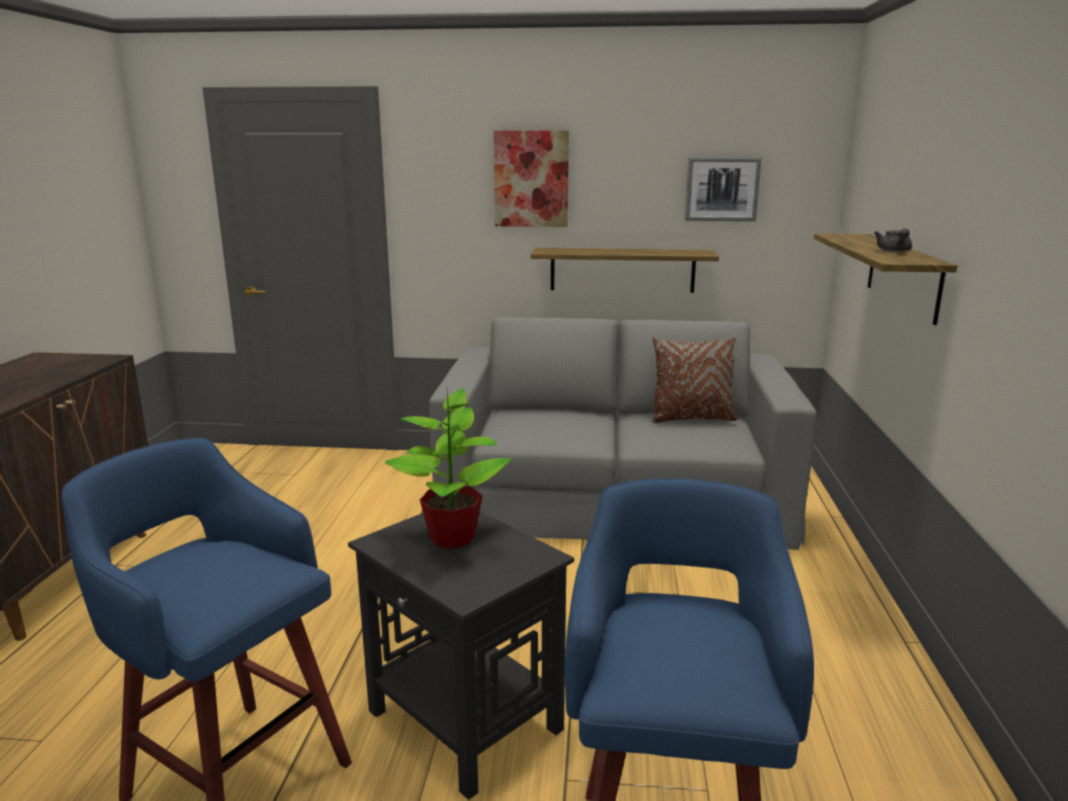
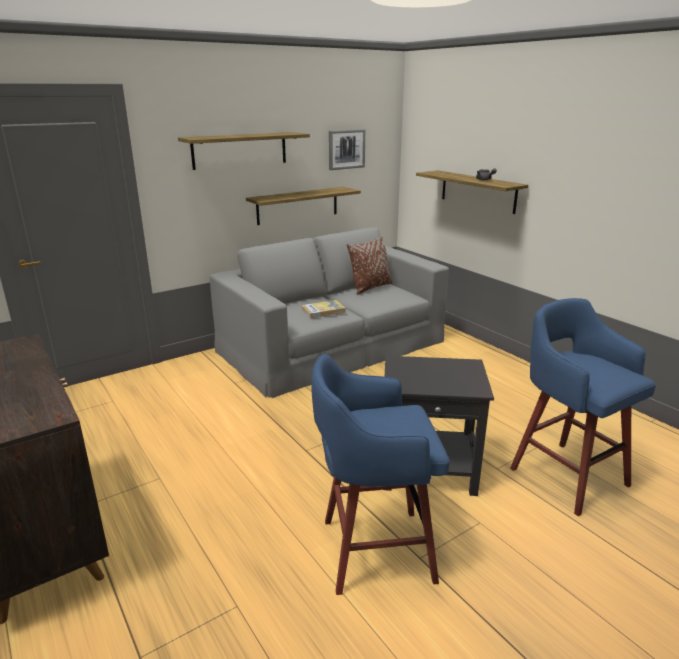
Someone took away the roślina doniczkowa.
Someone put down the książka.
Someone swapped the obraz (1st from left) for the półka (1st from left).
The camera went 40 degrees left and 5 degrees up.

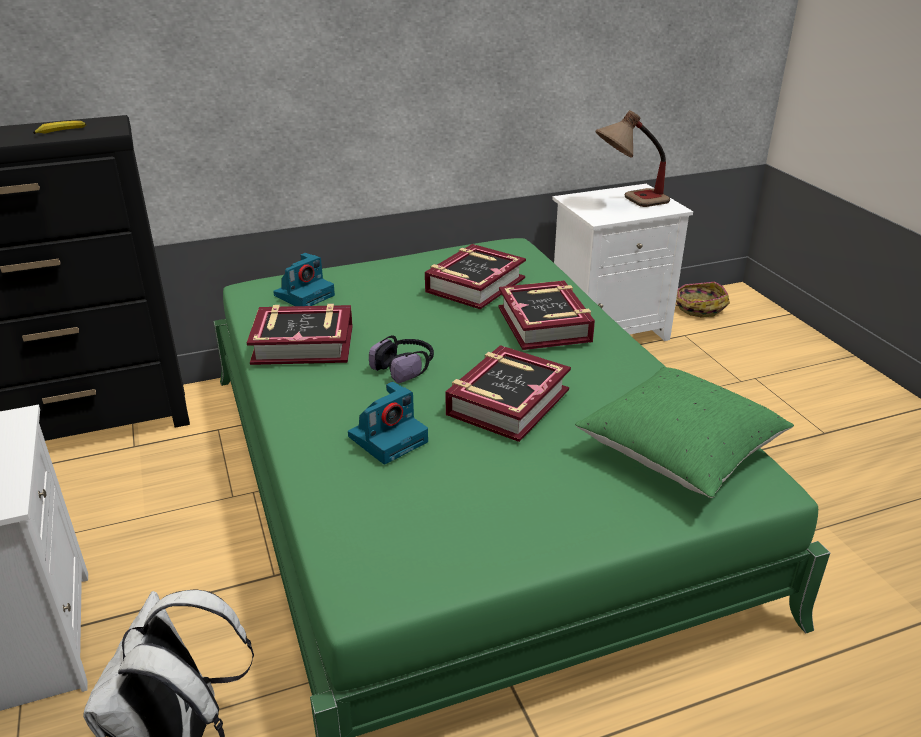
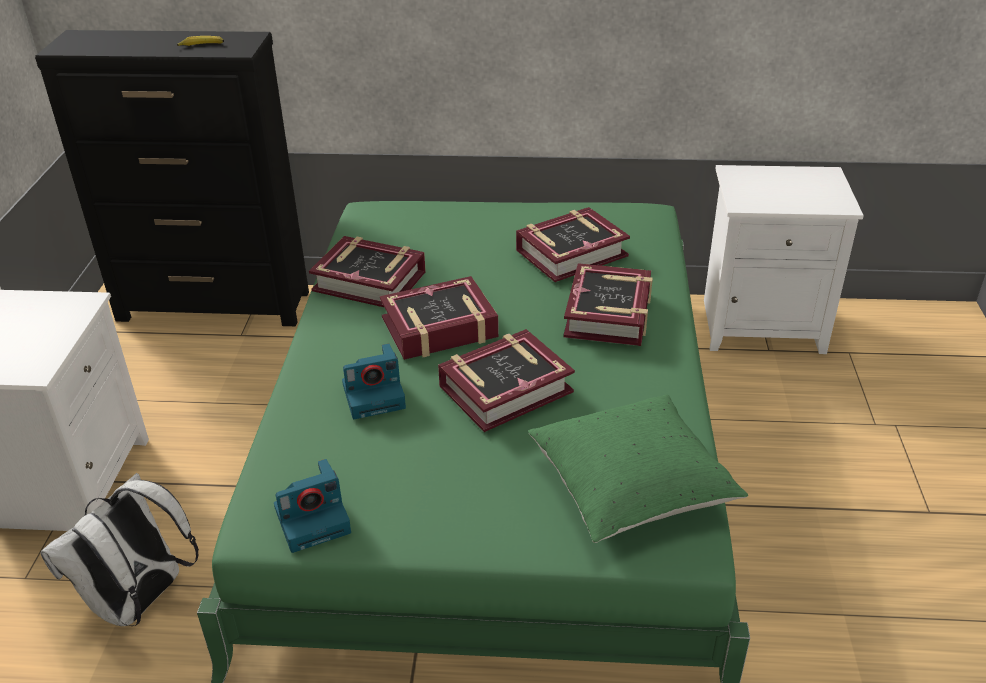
Someone took away the lampa stołowa.
Someone took away the koszyk.
Someone carried the aparat fotograficzny (1st from left).
Someone swapped the słuchawki for the książka (2nd from left).
The camera went 25 degrees right and 5 degrees up.

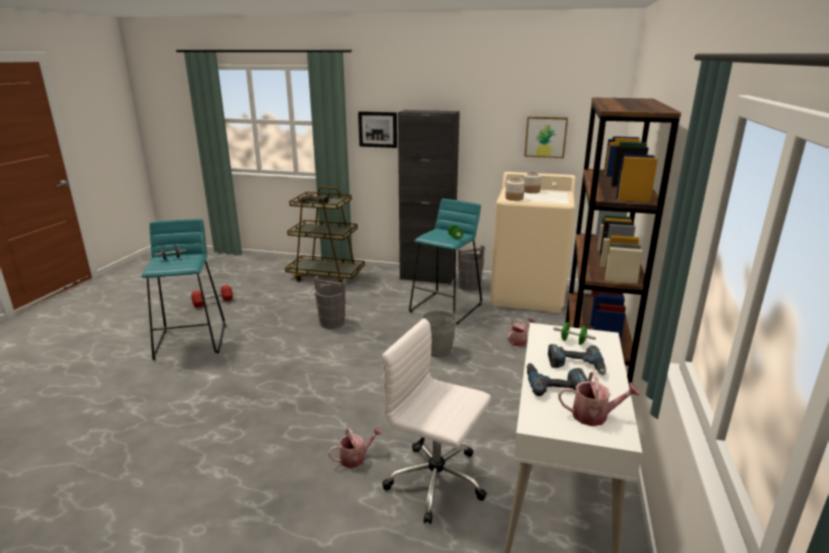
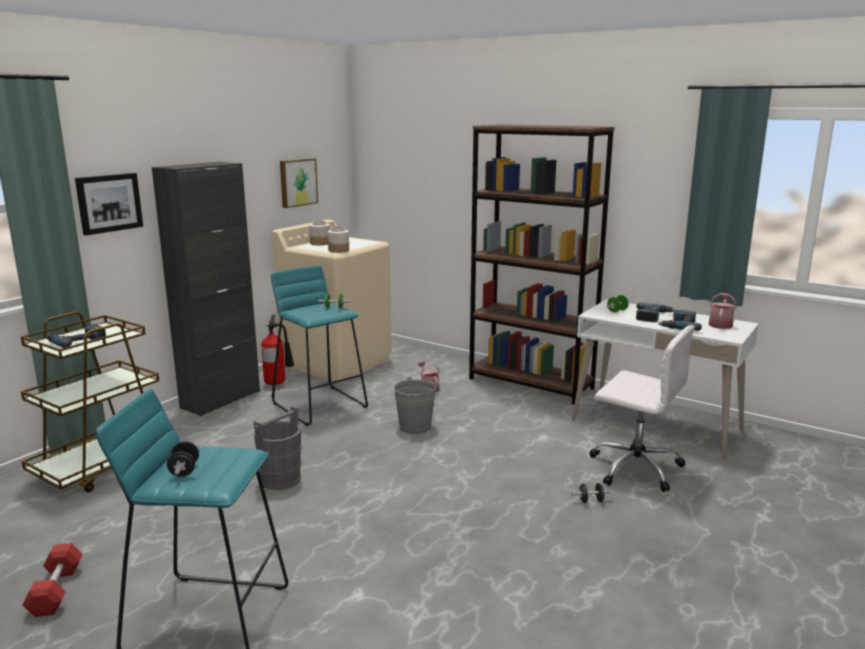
Someone swapped the konewka (1st from left) for the hantel (czarny) (2nd from left).
Someone swapped the wiadro (szary) (3rd from left) for the gaśnica.
Someone rotated the krzesło biurowe (biały) by 105 degrees counterclockwise.
The camera went 70 degrees left and 5 degrees down.

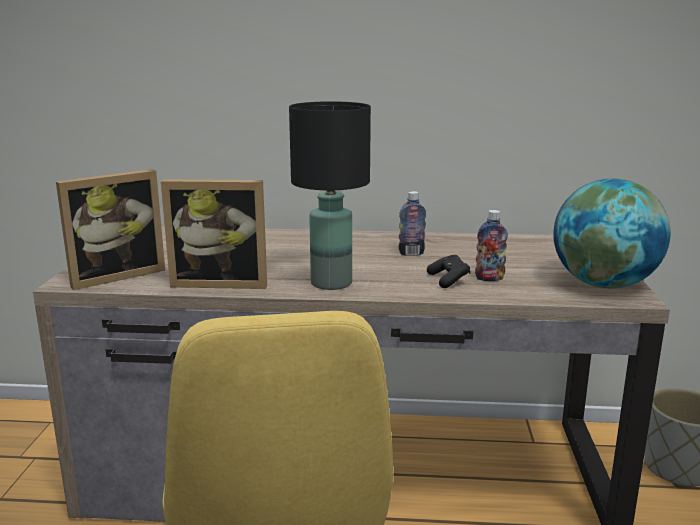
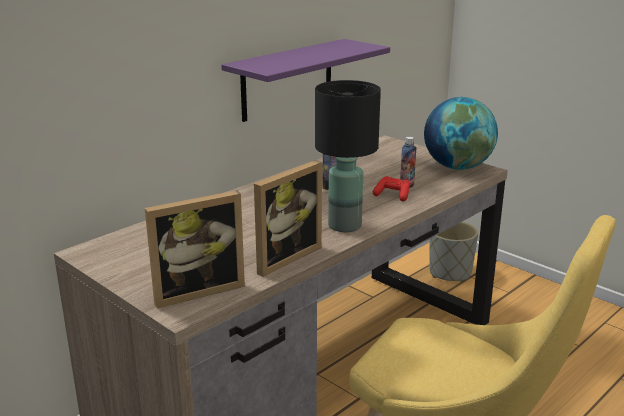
Someone put up the półka (fioletowy).
Someone repainted the pad do gier (czarny), which became the pad do gier (czerwony).
Someone rotated the ramka na zdjęcie (1st from left) by 60 degrees clockwise.
The camera went 50 degrees left and 5 degrees up.

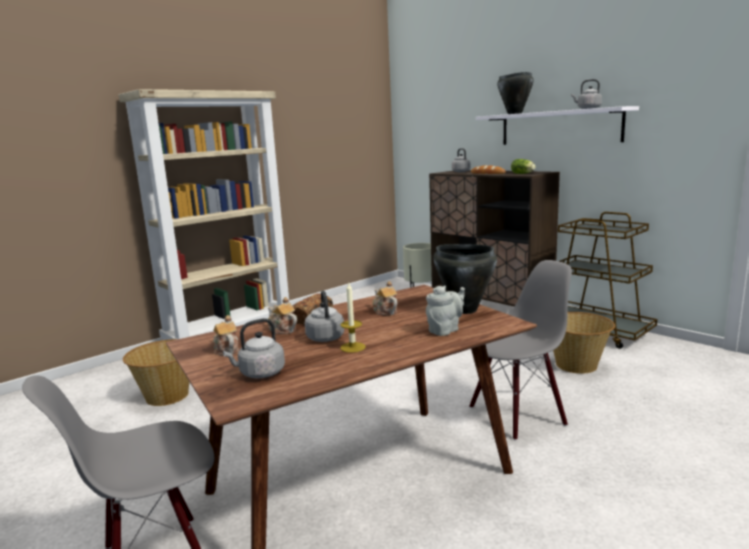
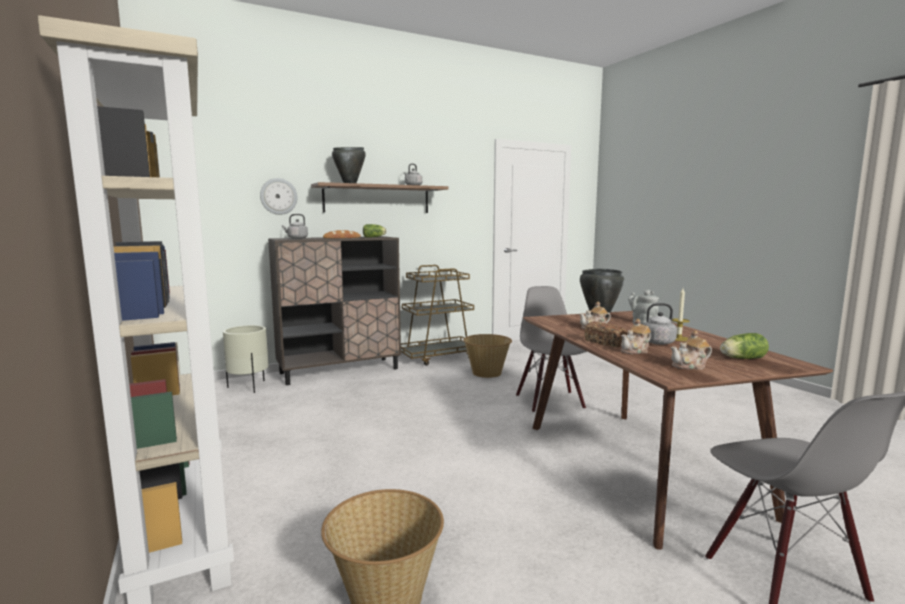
Someone put up the zegar ścienny.
Someone swapped the czajnik (szary) (1st from left) for the sałata (2nd from left).
Someone repainted the półka (biały), which became the półka (brązowy).
The camera went 75 degrees left and 5 degrees down.

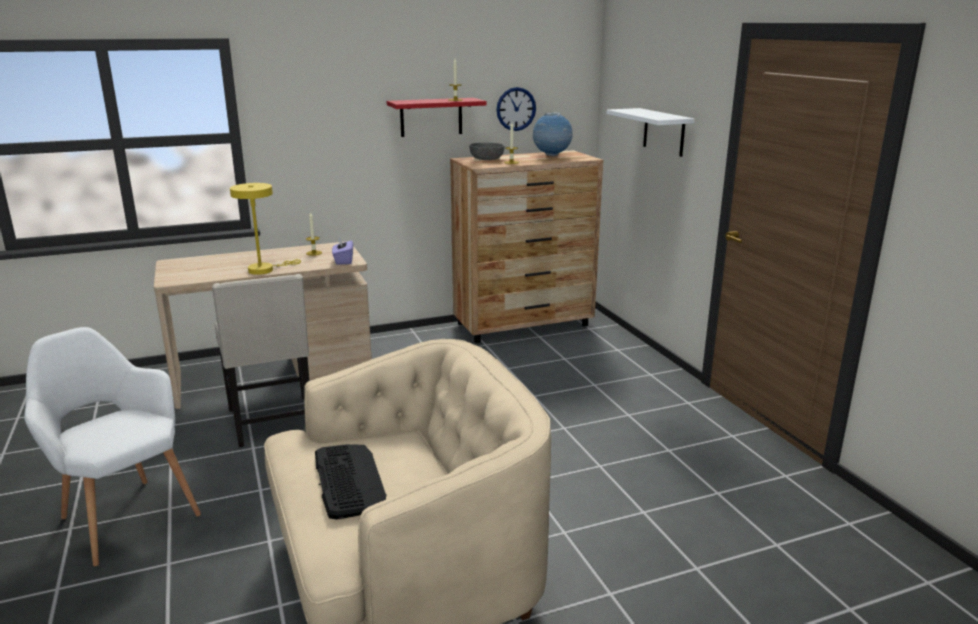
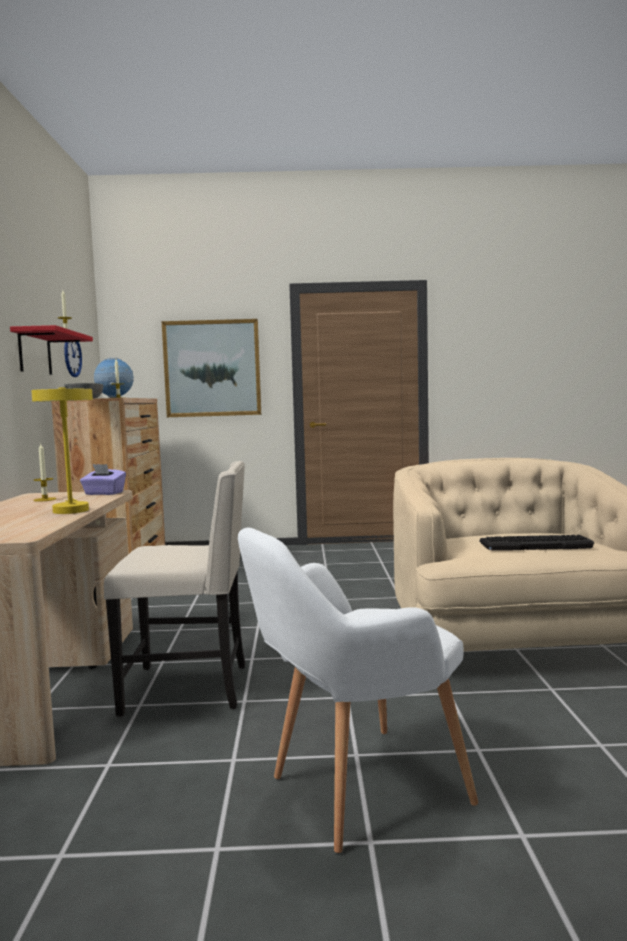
Someone swapped the półka (biały) for the obraz.
The camera went 70 degrees left and 15 degrees down.

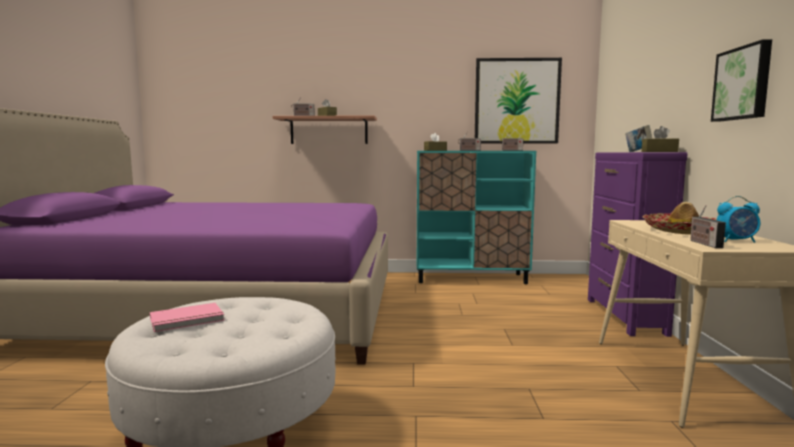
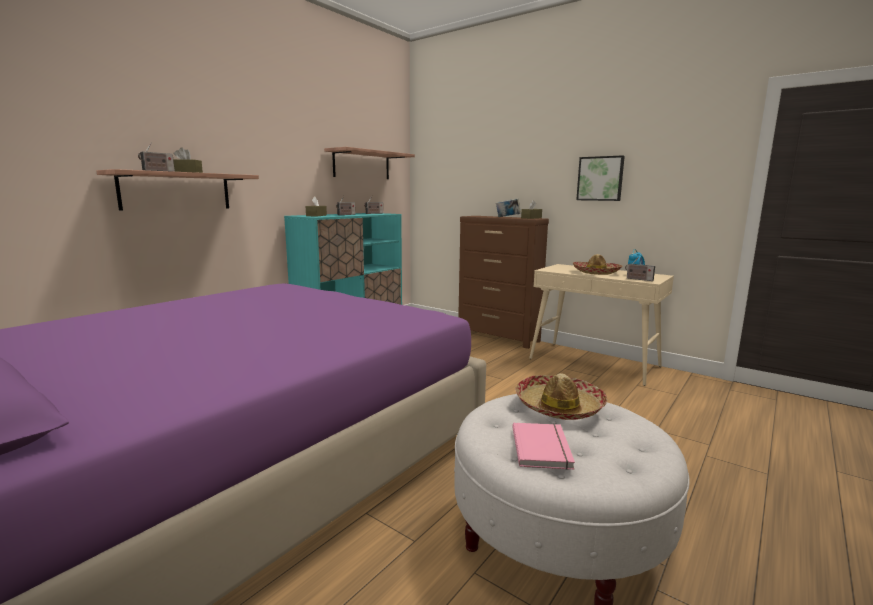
Someone put down the kapelusz (1st from left).
Someone swapped the obraz (1st from left) for the półka (2nd from left).
Someone repainted the komoda (fioletowy), which became the komoda (brązowy).
The camera went 55 degrees left and 5 degrees up.

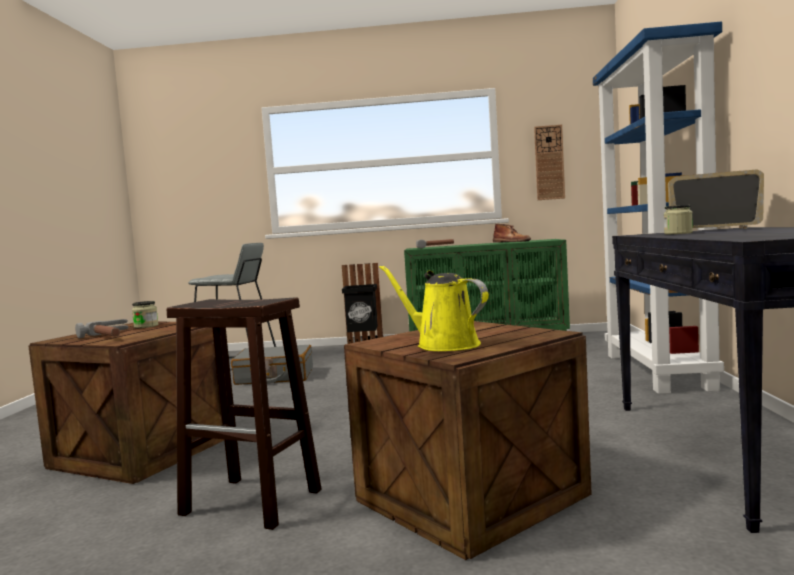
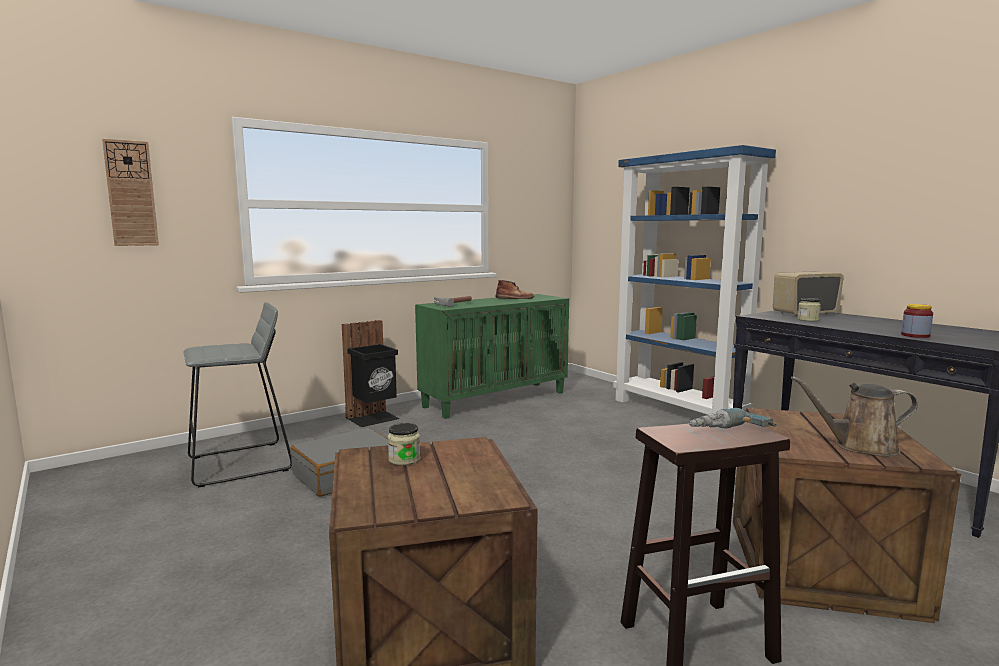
Someone took away the młotek (1st from left).
Someone put down the wiertarka.
Someone put down the słoik (3rd from left).
Someone carried the zegar ścienny.
Someone repainted the konewka (żółty), which became the konewka (brązowy).
The camera went 40 degrees left and 5 degrees up.

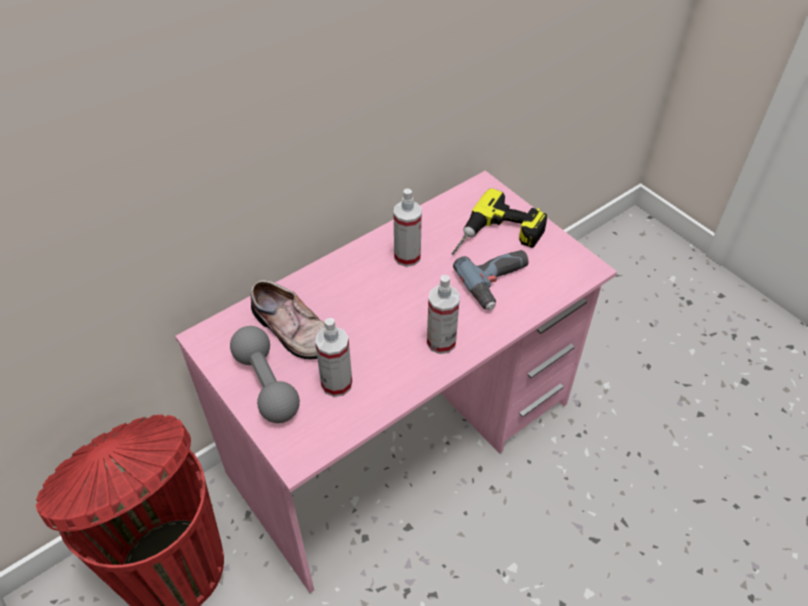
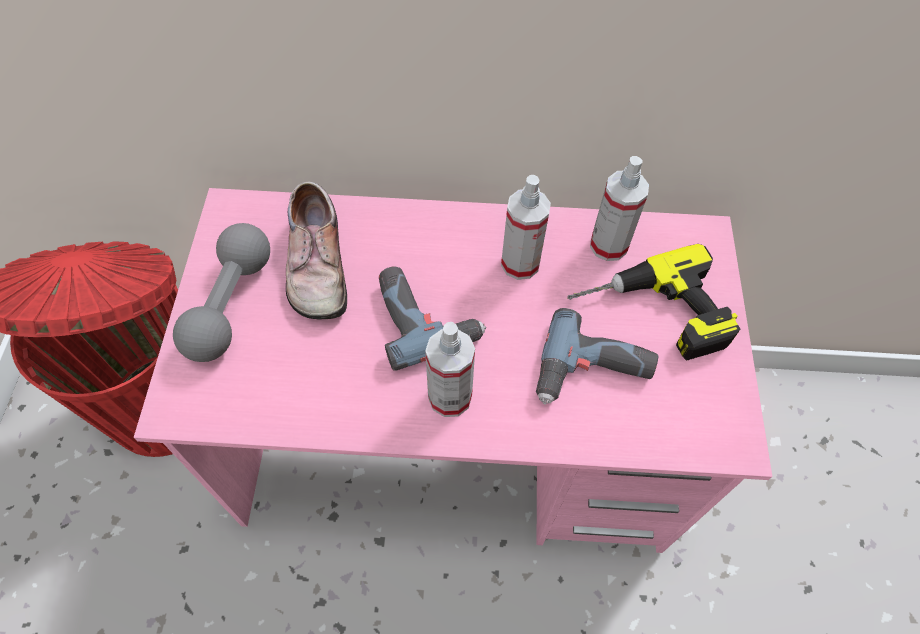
Someone put down the wiertarka (1st from left).
Someone carried the spryskiwacz (1st from left in the first image).
The camera went 40 degrees right and 10 degrees up.

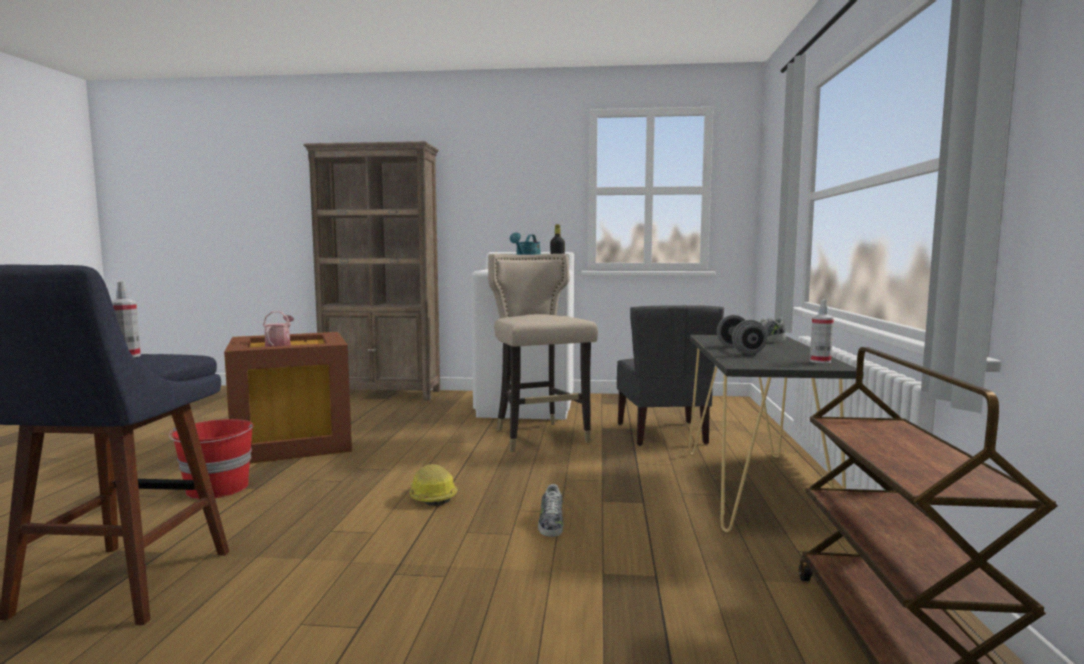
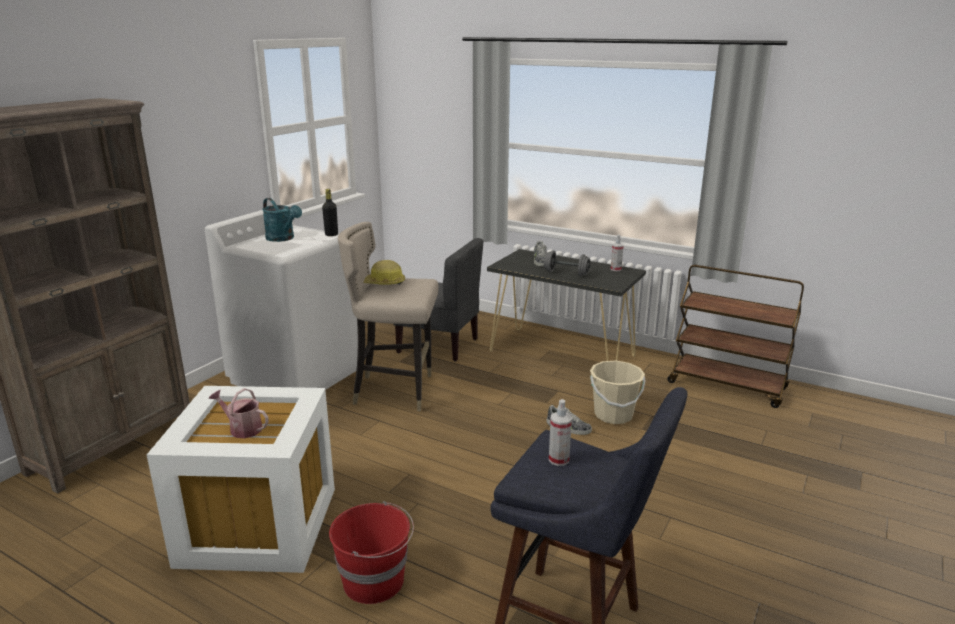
Someone put down the wiadro (beżowy).
Someone carried the kask.
Someone repainted the pojemnik do przechowywania (brązowy), which became the pojemnik do przechowywania (biały).
The camera went 65 degrees left and 15 degrees up.

